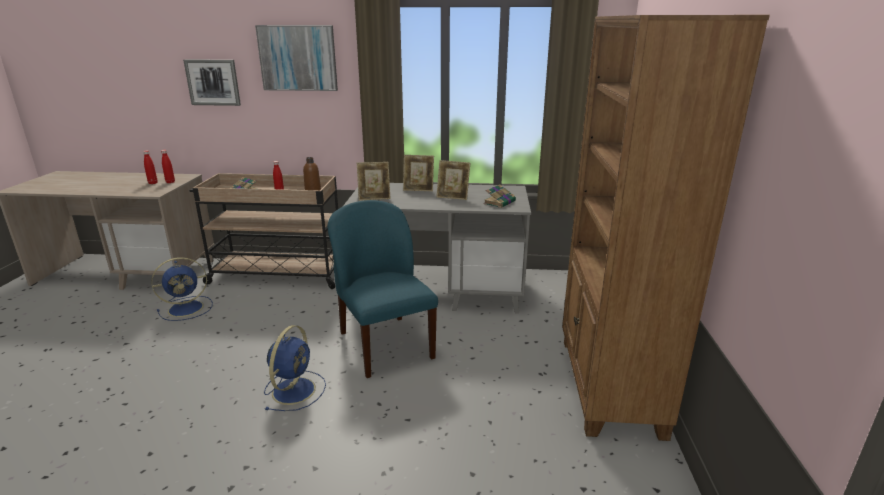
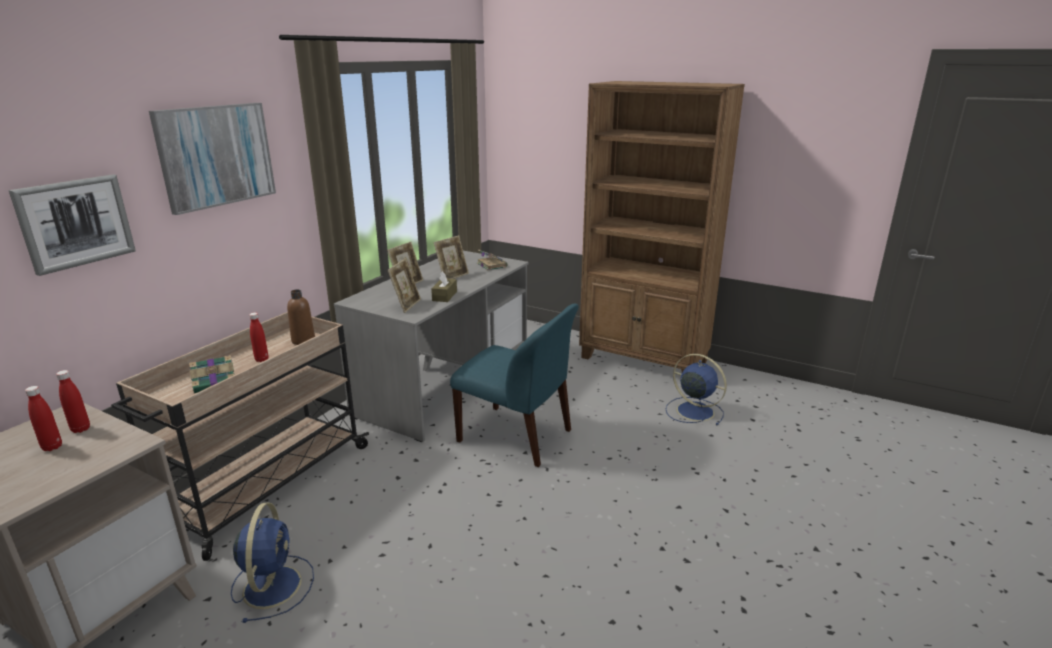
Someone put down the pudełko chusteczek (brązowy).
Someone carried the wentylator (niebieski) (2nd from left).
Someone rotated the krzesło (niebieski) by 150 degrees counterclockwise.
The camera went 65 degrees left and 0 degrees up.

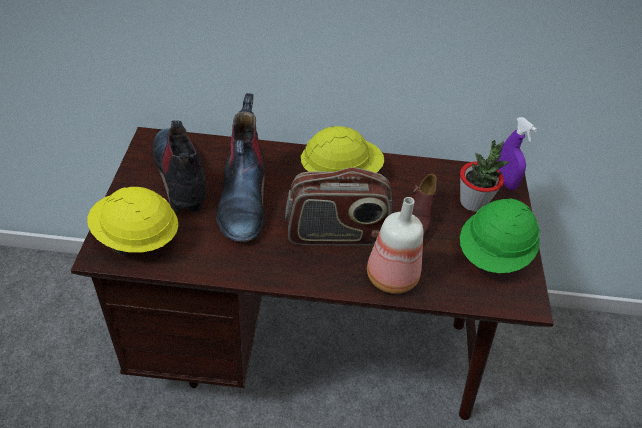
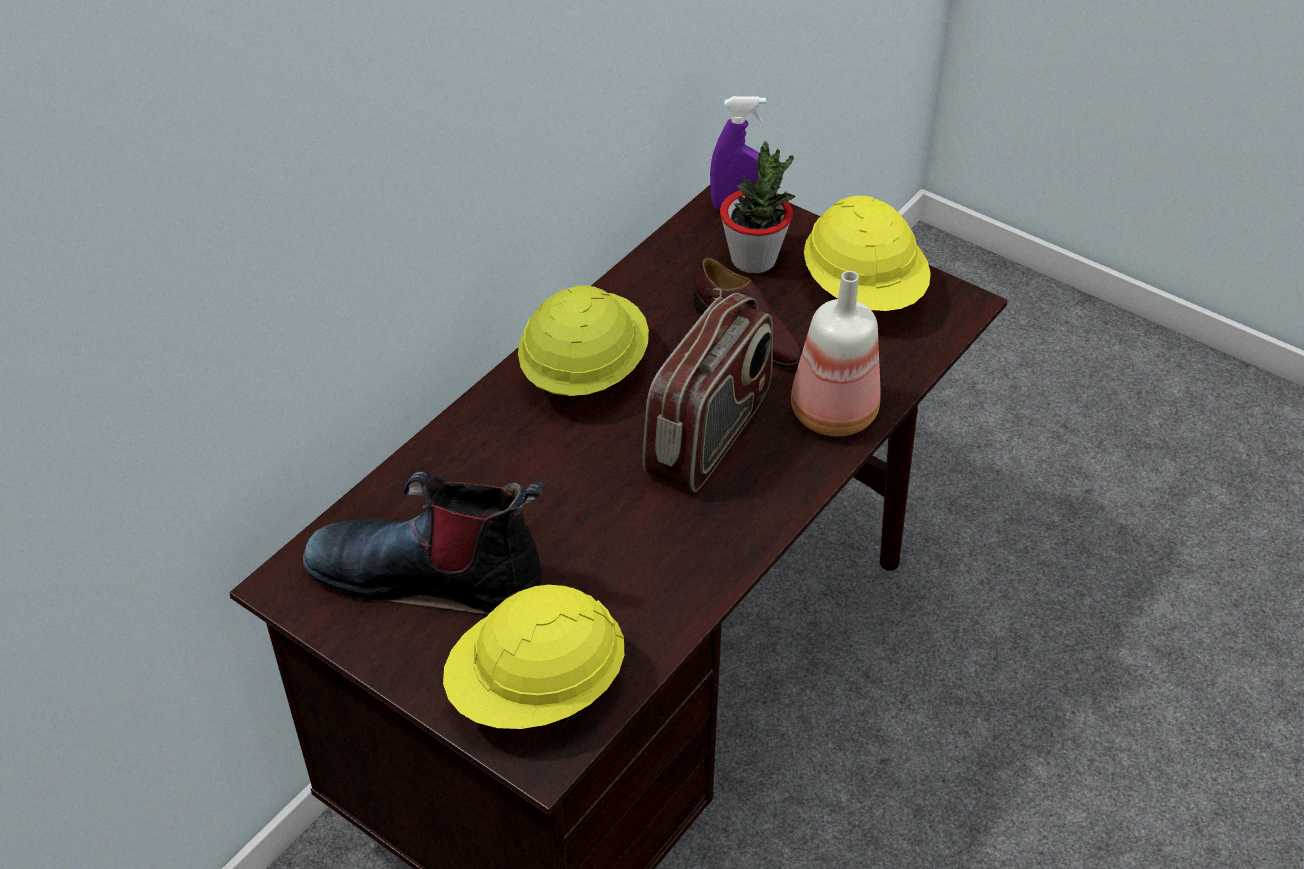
Someone took away the but z cholewką (2nd from left).
Someone repainted the kask (zielony), which became the kask (żółty) (3rd from left).
The camera went 55 degrees left and 0 degrees up.

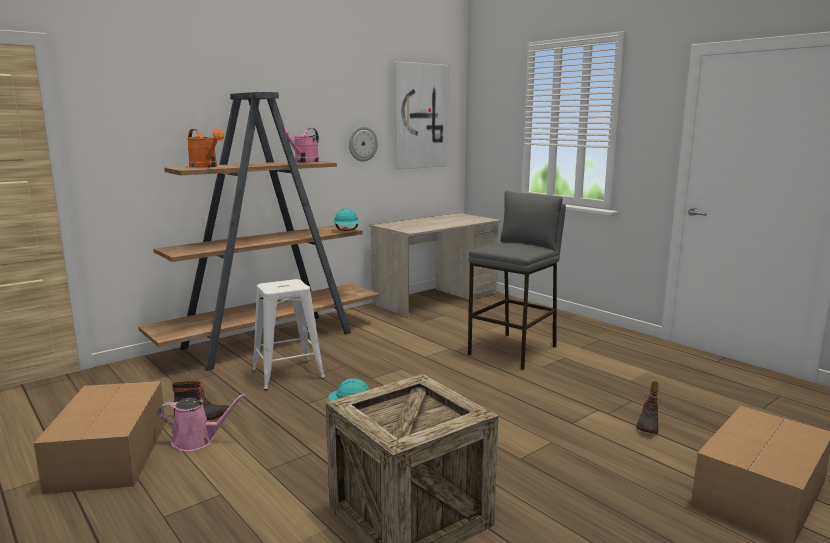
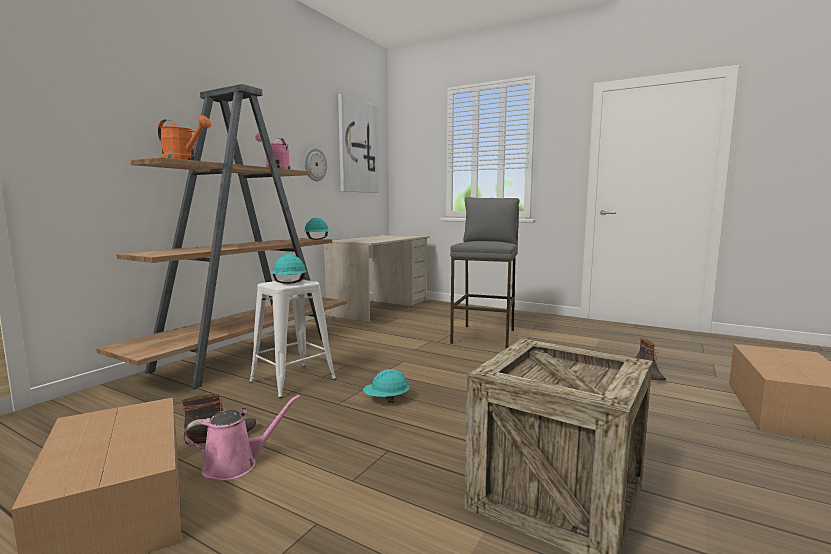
Someone put down the kask (turkusowy) (1st from left).
The camera went 20 degrees left and 5 degrees down.

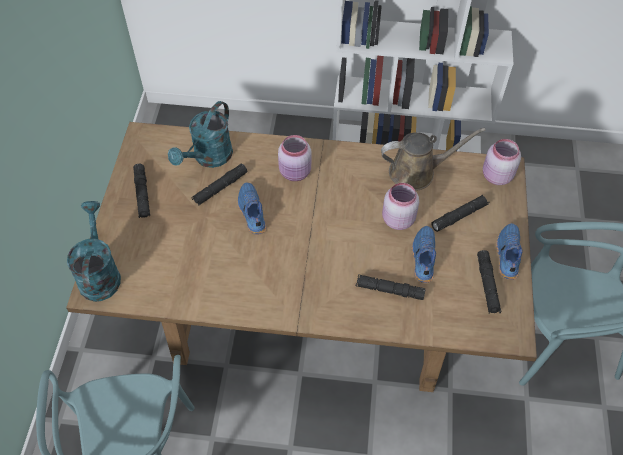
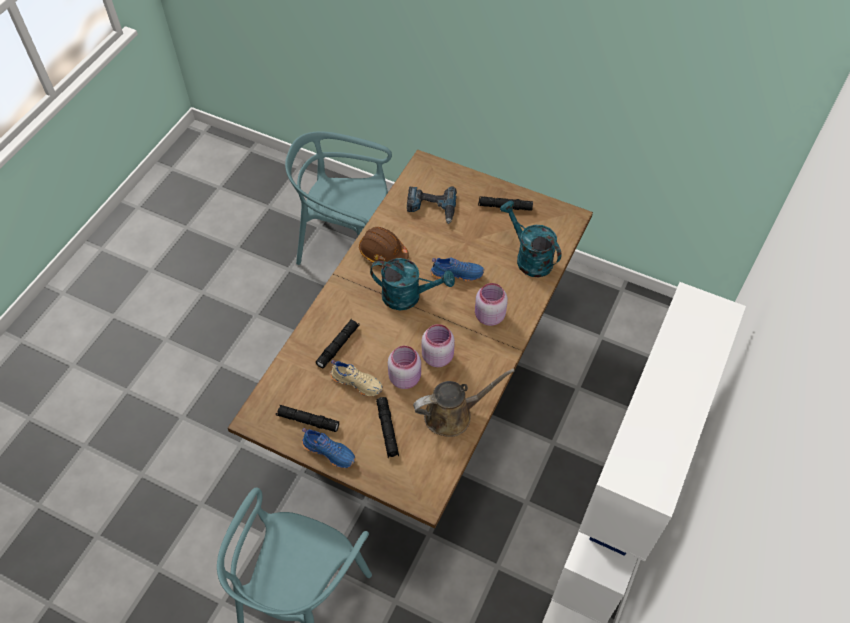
Someone took away the latarka (czarny) (2nd from left).
Someone put down the kask (brązowy).
Someone put down the wiertarka.
Someone carried the konewka (turkusowy) (1st from left).
Someone carried the słoik (różowy) (3rd from left in the first image).
Someone repainted the but (niebieski) (2nd from left), which became the but (beżowy).
Someone rotated the konewka (brązowy) by 120 degrees counterclockwise.
The camera went 110 degrees right and 0 degrees up.

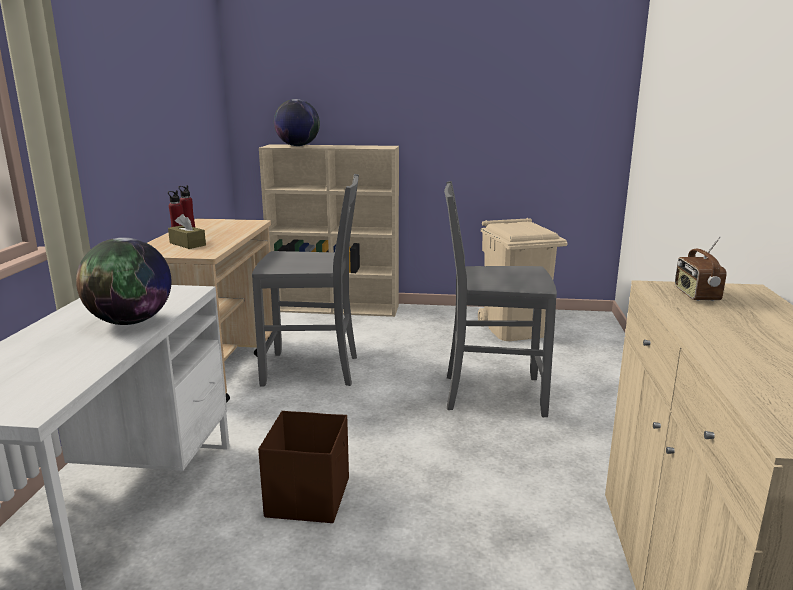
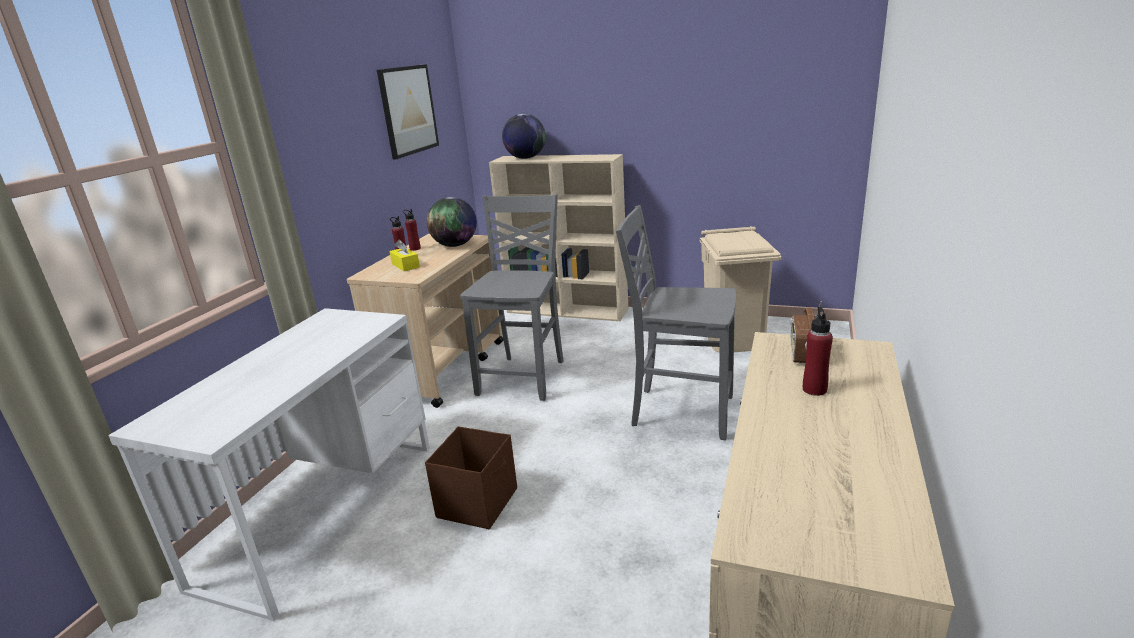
Someone put up the obraz.
Someone put down the butelka (czerwony) (3rd from left).
Someone carried the globus (1st from left).
Someone repainted the pudełko chusteczek (brązowy), which became the pudełko chusteczek (żółty).
Someone rotated the krzesło (szary) (1st from left) by 90 degrees counterclockwise.
The camera went 15 degrees right and 5 degrees up.

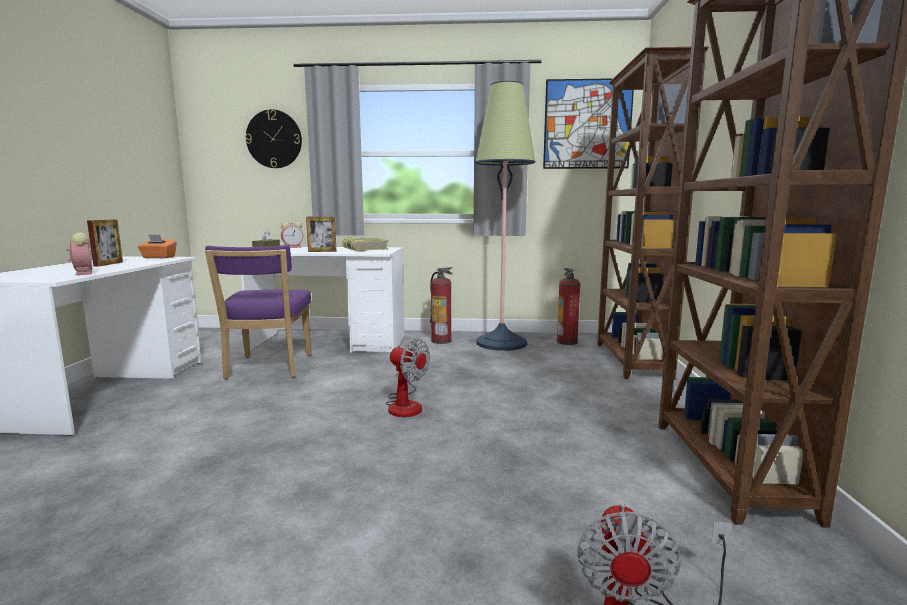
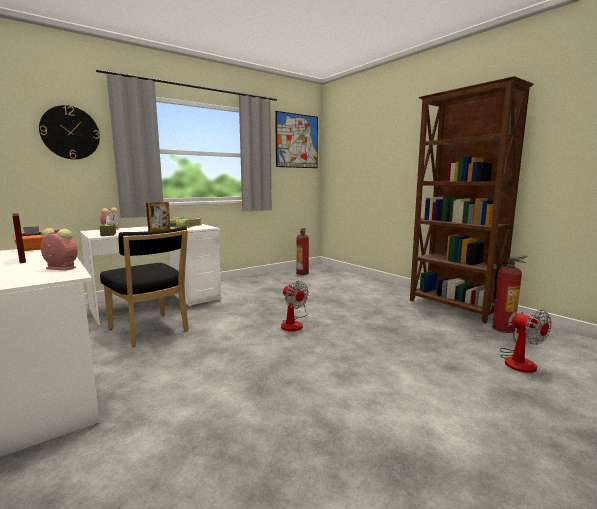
Someone took away the lampa stojąca.
Someone took away the regał (brązowy) (1st from left).
Someone carried the gaśnica (1st from left in the first image).
Someone repainted the krzesło (fioletowy), which became the krzesło (czarny).
Someone rotated the wentylator (1st from left) by 60 degrees clockwise.
The camera went 40 degrees left and 0 degrees up.

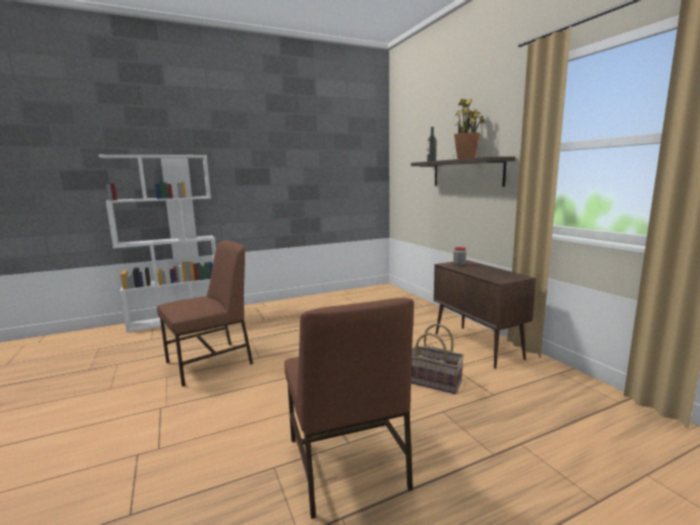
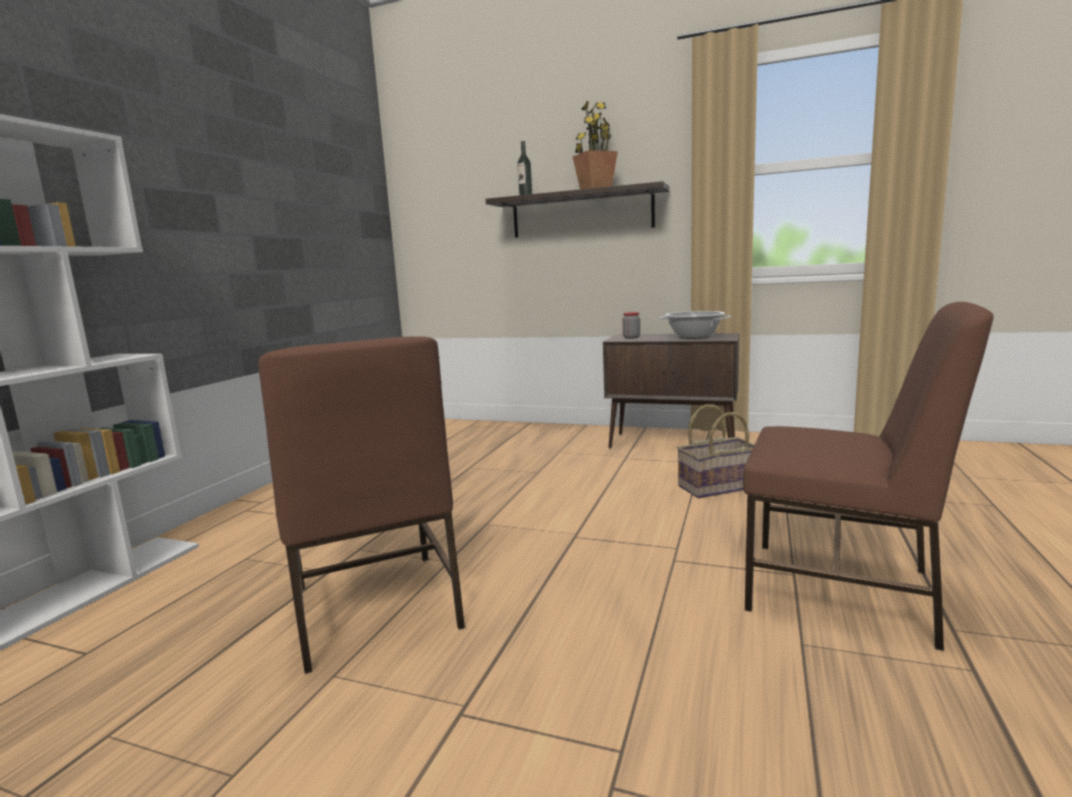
Someone put down the garnek.
Someone rotated the krzesło (brązowy) (1st from left) by 150 degrees clockwise.
The camera went 45 degrees left and 0 degrees up.

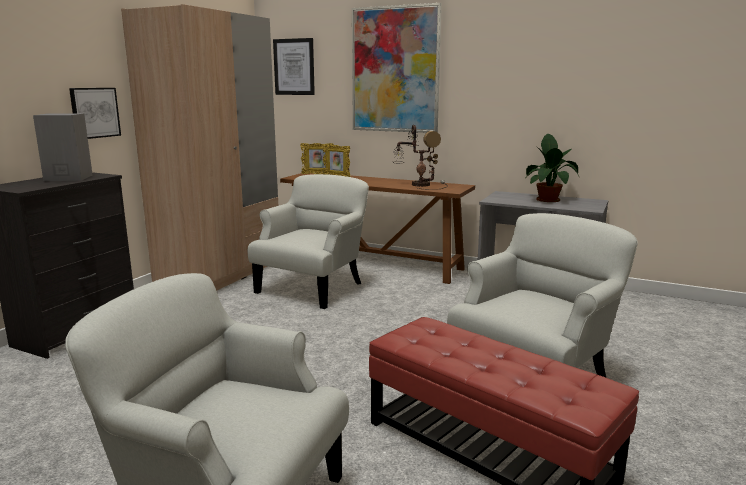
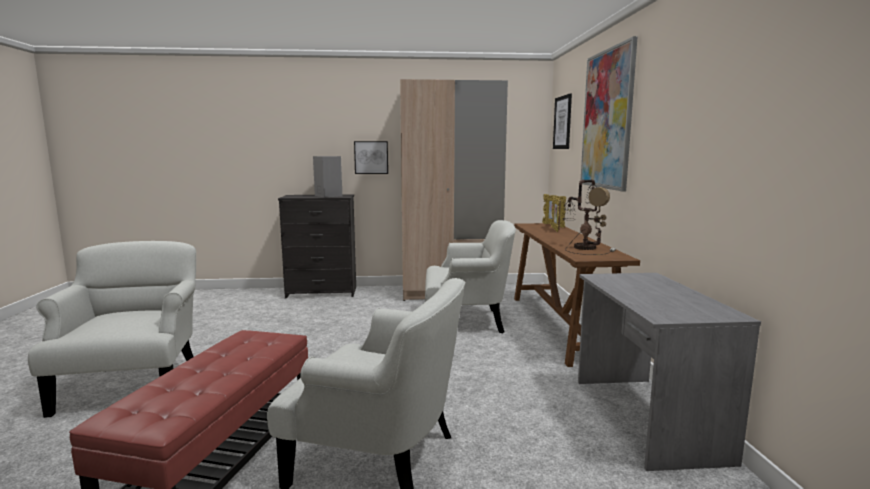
Someone took away the roślina doniczkowa.
The camera went 60 degrees right and 5 degrees down.

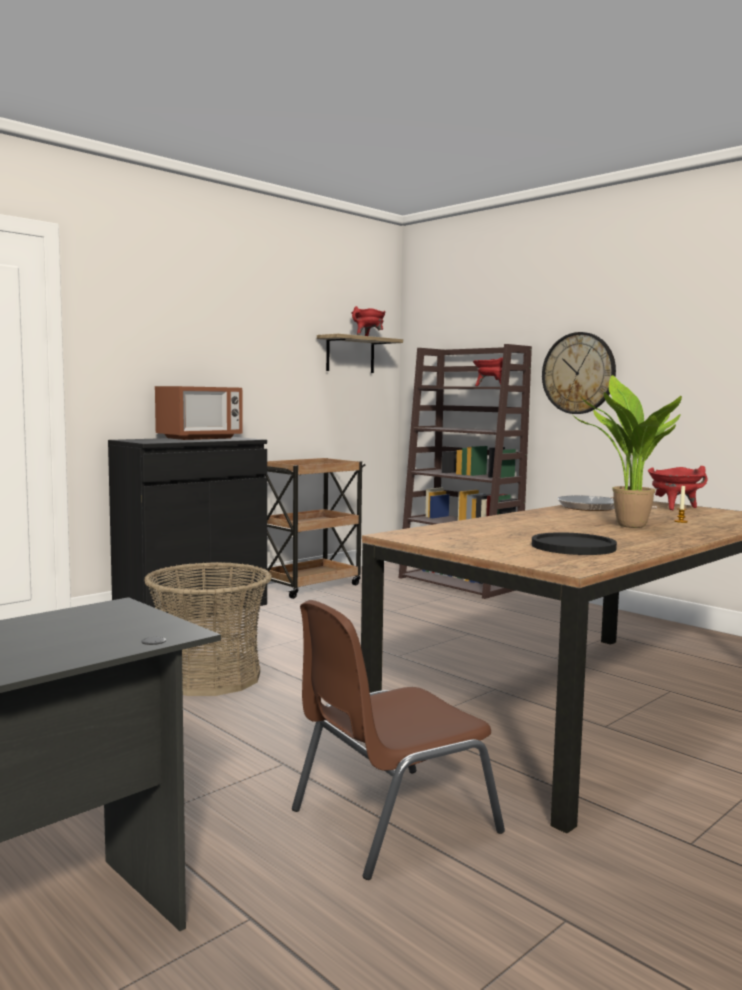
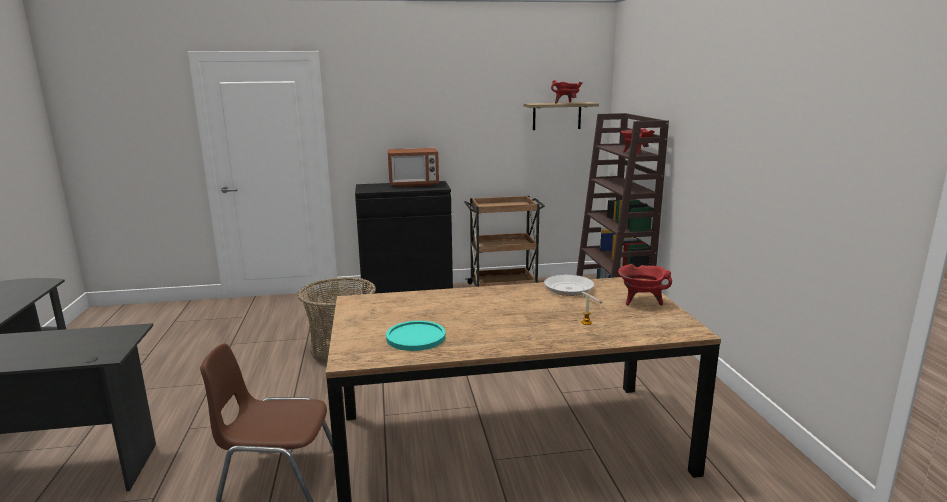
Someone took away the zegar ścienny.
Someone took away the roślina doniczkowa.
Someone repainted the talerz (czarny), which became the talerz (turkusowy).
The camera went 35 degrees right and 10 degrees up.

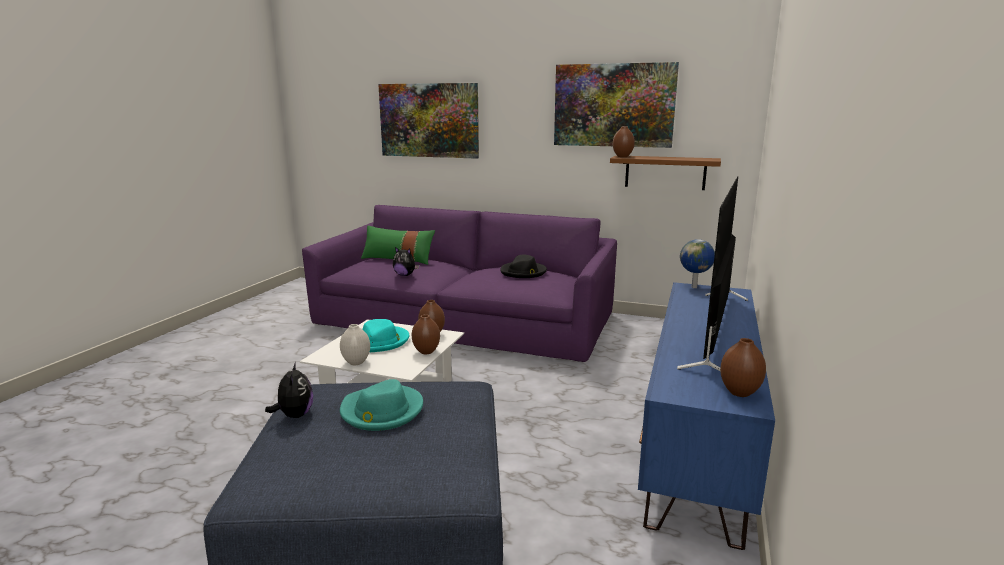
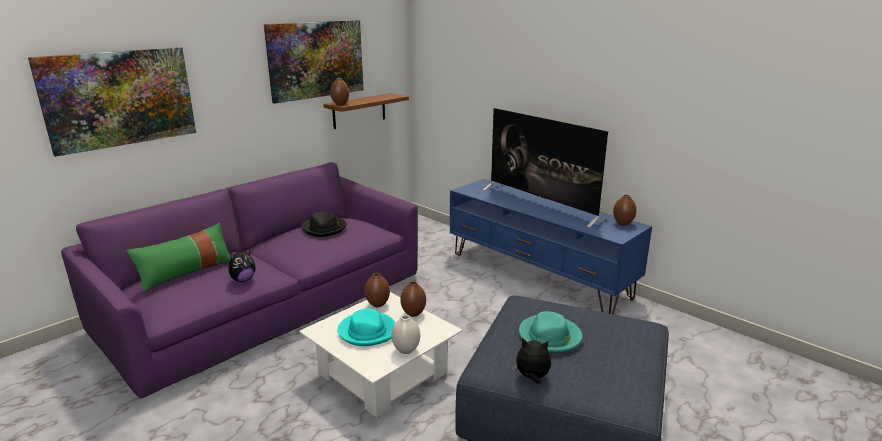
Someone took away the globus.
The camera went 65 degrees left and 5 degrees up.

